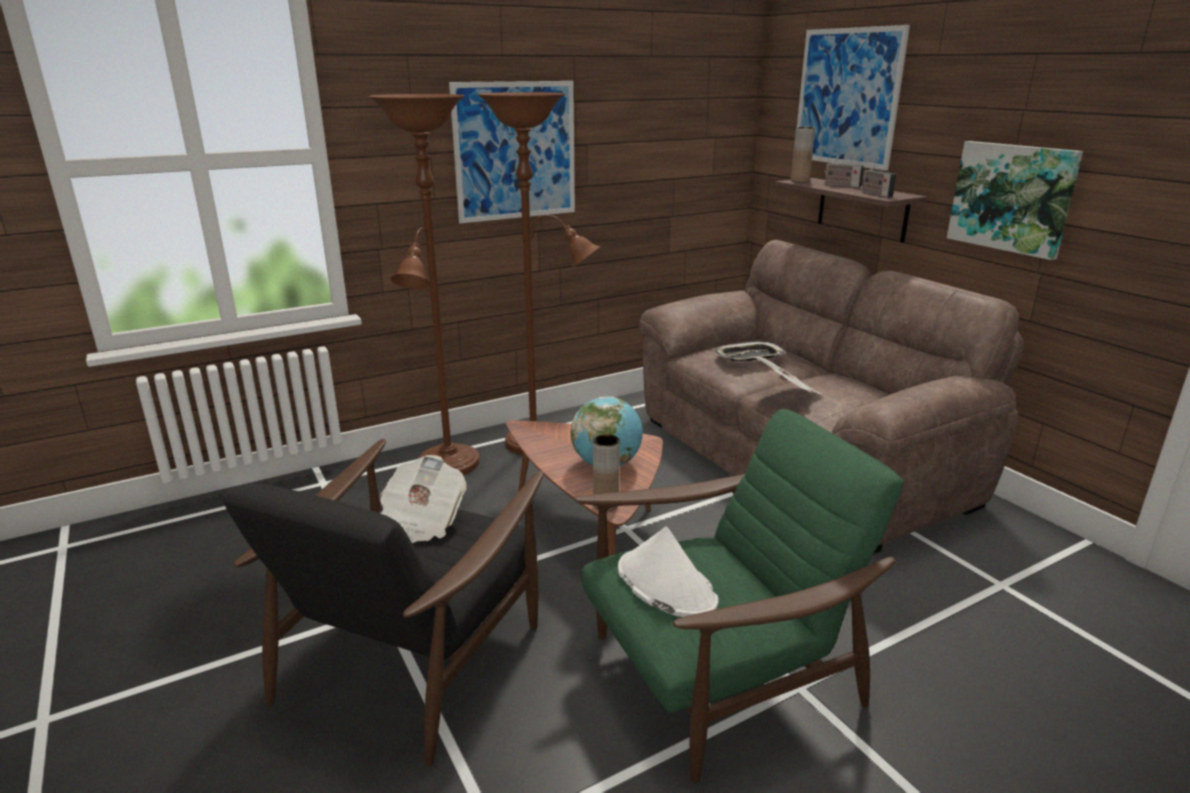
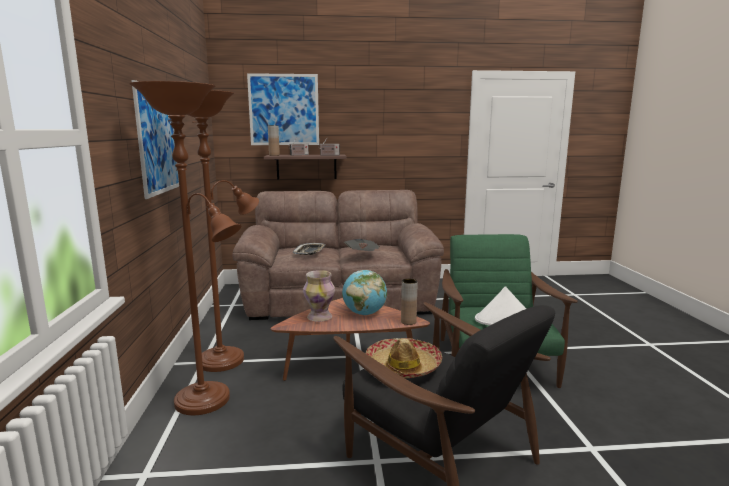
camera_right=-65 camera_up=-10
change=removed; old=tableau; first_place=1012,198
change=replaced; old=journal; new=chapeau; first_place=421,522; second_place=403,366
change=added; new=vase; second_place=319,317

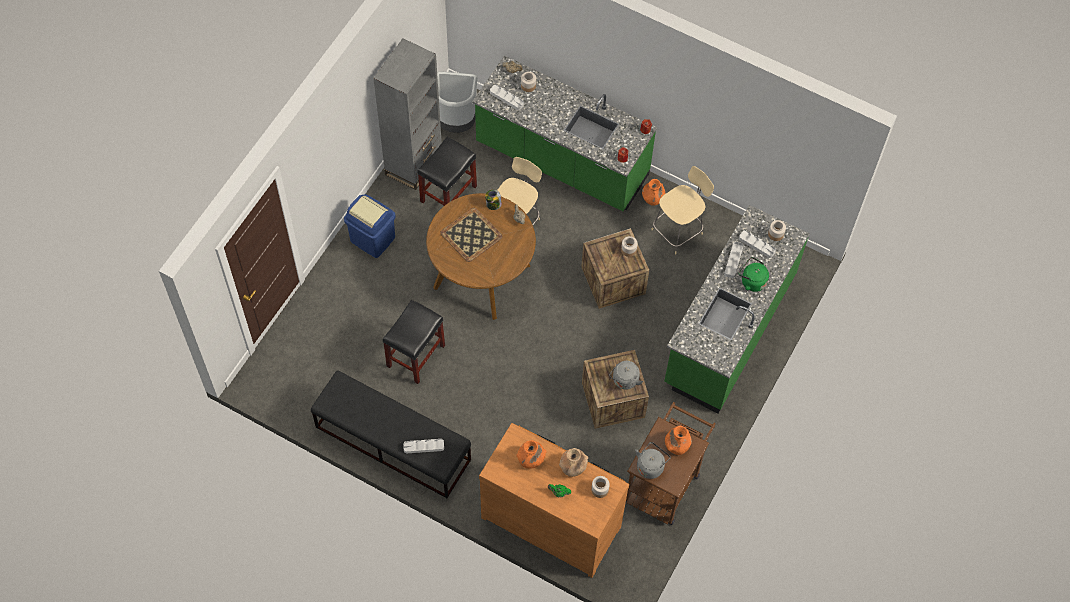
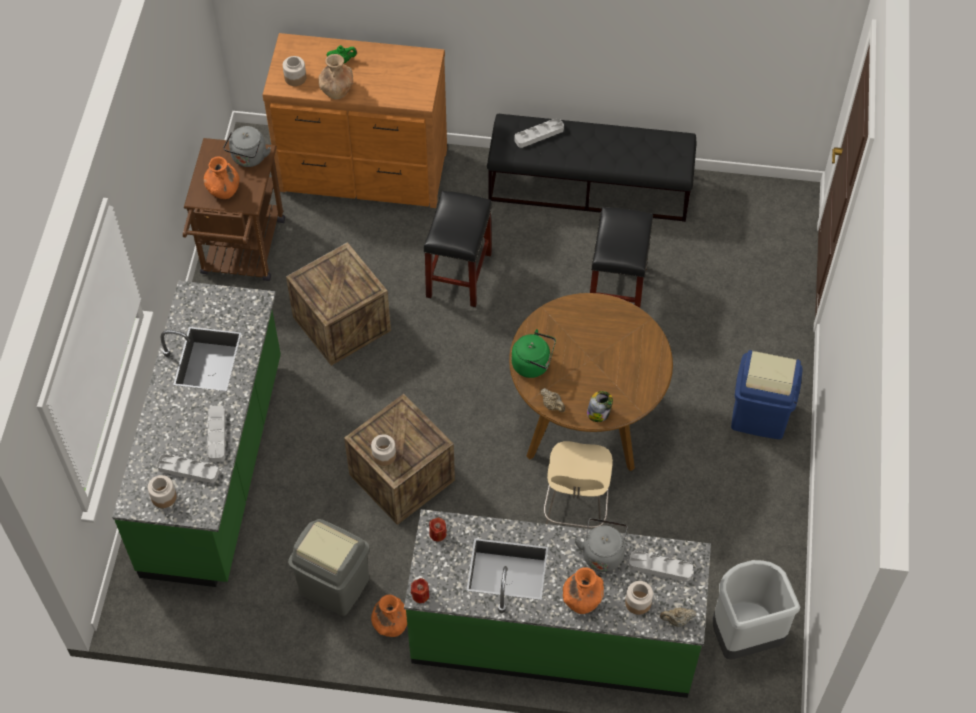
camera_right=160 camera_up=-5
change=removed; old=bibliothèque [gris]; first_place=414,163
change=moved; old=tabouret [noir]; first_place=448,193; second_place=459,275
change=replaced; old=chaise [beige]; new=poubelle [gris]; first_place=678,231; second_place=334,586
change=removed; old=plateau; first_place=471,235
change=moved; old=bouilloire [vert]; first_place=752,281; second_place=533,364
change=moved; old=bouilloire [gris]; first_place=624,381; second_place=602,553
change=moved; old=vase [orange]; first_place=531,459; second_place=582,599

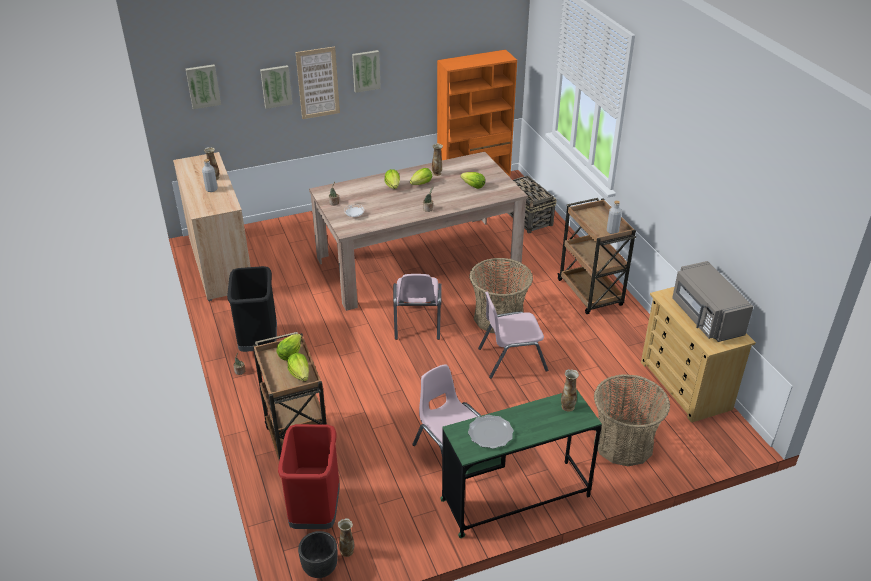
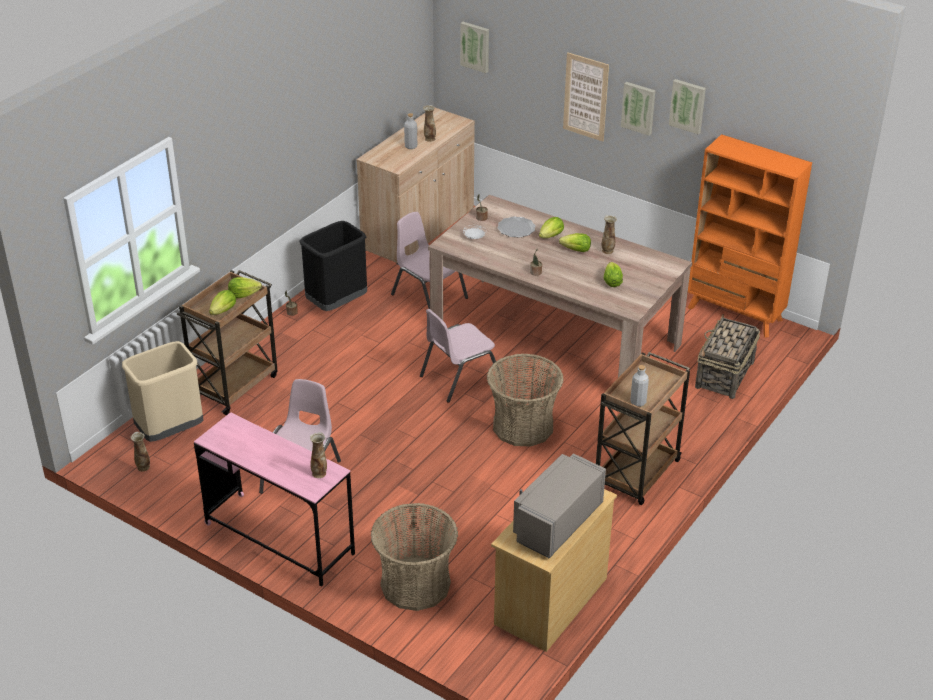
camera_right=55 camera_up=0
change=moved; old=tableau; first_place=276,86; second_place=688,105
change=moved; old=chaise [rose]; first_place=511,359; second_place=428,296
change=recoloured; old=bureau [vert]; new=bureau [rose]; first_place=515,498; second_place=279,539
change=moved; old=assiette; first_place=490,433; second_place=516,229
change=recoloured; old=poubelle [rouge]; new=poubelle [beige]; first_place=315,512; second_place=170,431
change=removed; old=cache-pot [noir]; first_place=320,569

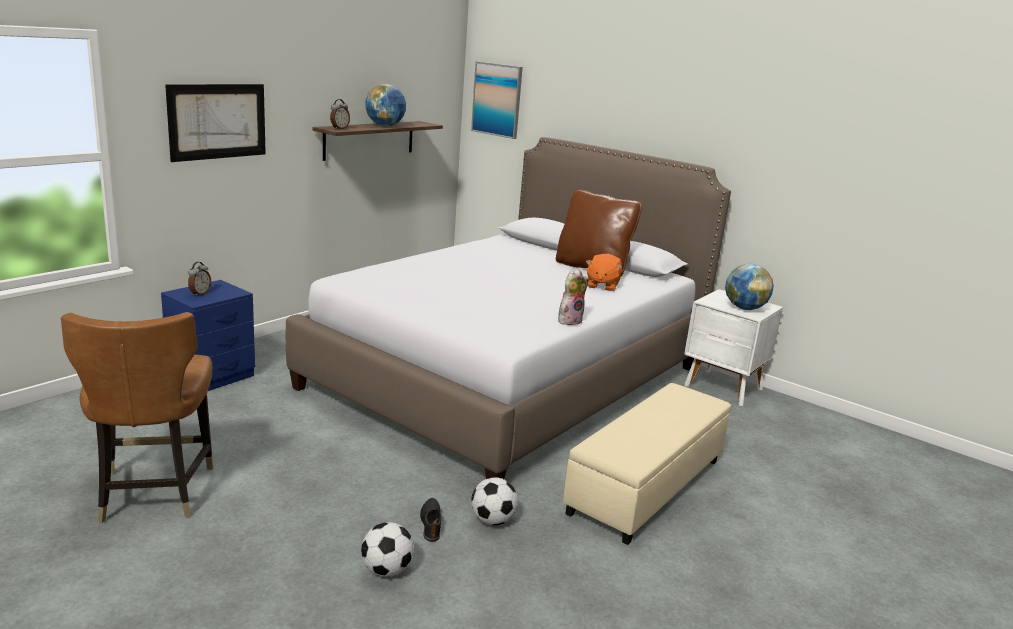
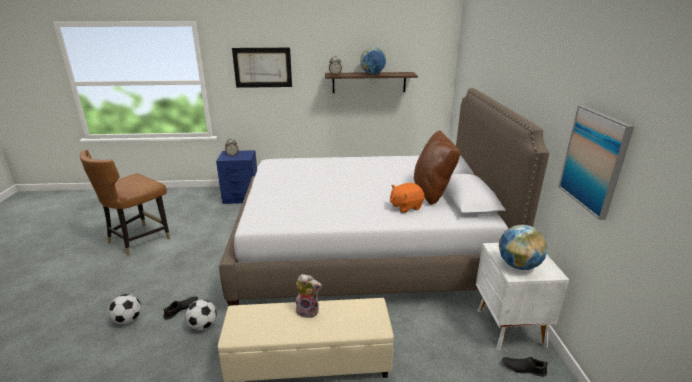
camera_right=50 camera_up=5
change=moved; old=tableau; first_place=497,100; second_place=594,160
change=moved; old=peluche; first_place=569,320; second_place=308,311
change=added; new=chaussure [noir]; second_place=523,368

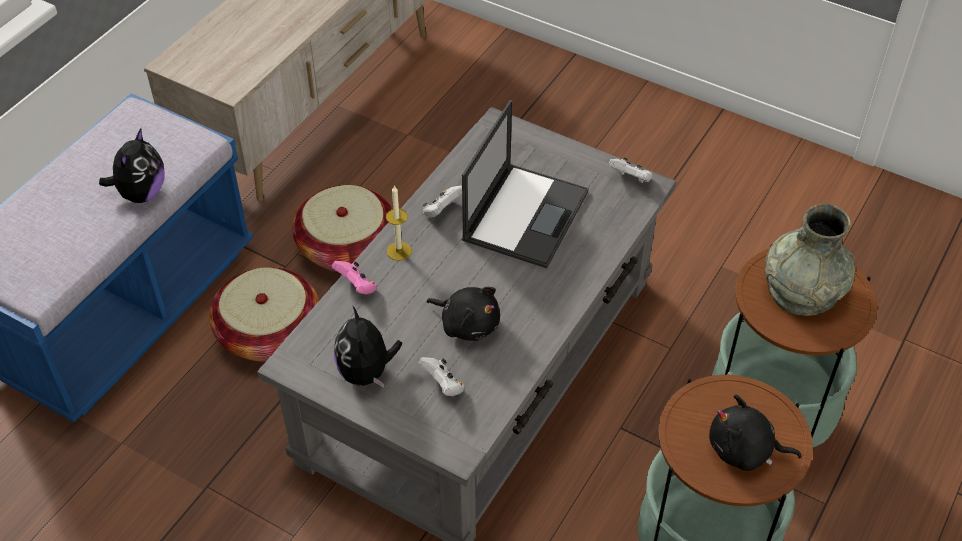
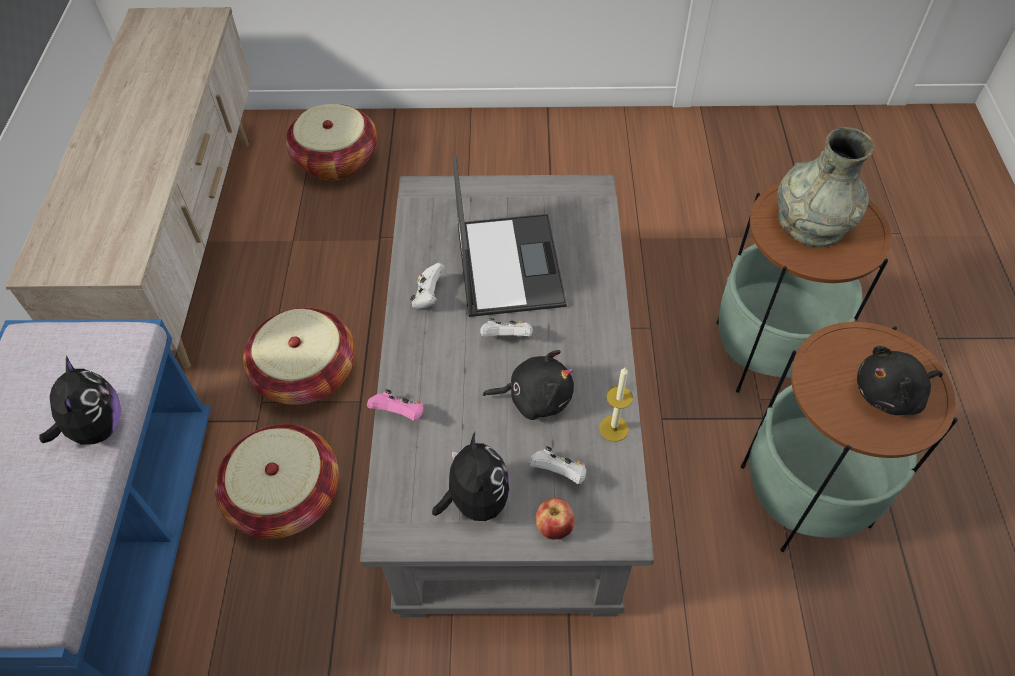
camera_right=-30 camera_up=5
change=moved; old=manette [blanc]; first_place=631,179; second_place=506,338
change=moved; old=bougie; first_place=399,251; second_place=614,428
change=turned; old=peluche; first_place=367,372; second_place=475,500; degrees=-150
change=added; new=panier; second_place=336,160
change=added; new=pomme; second_place=554,527

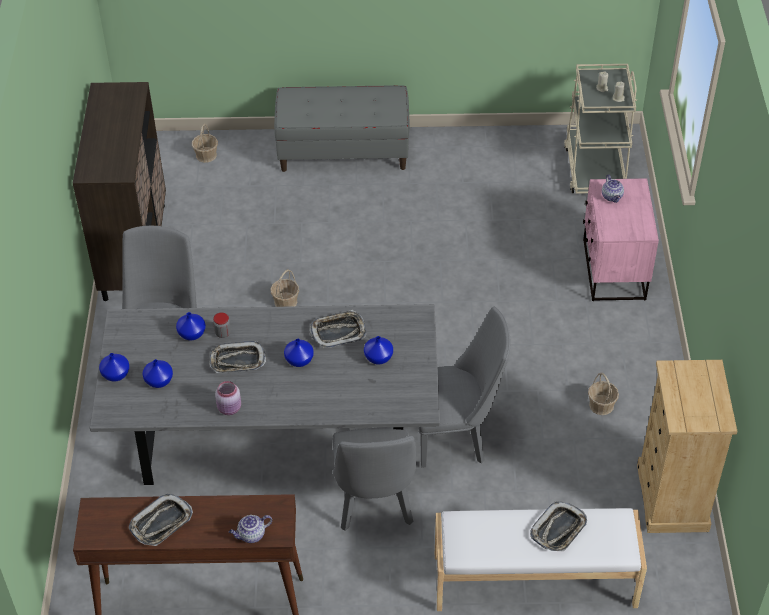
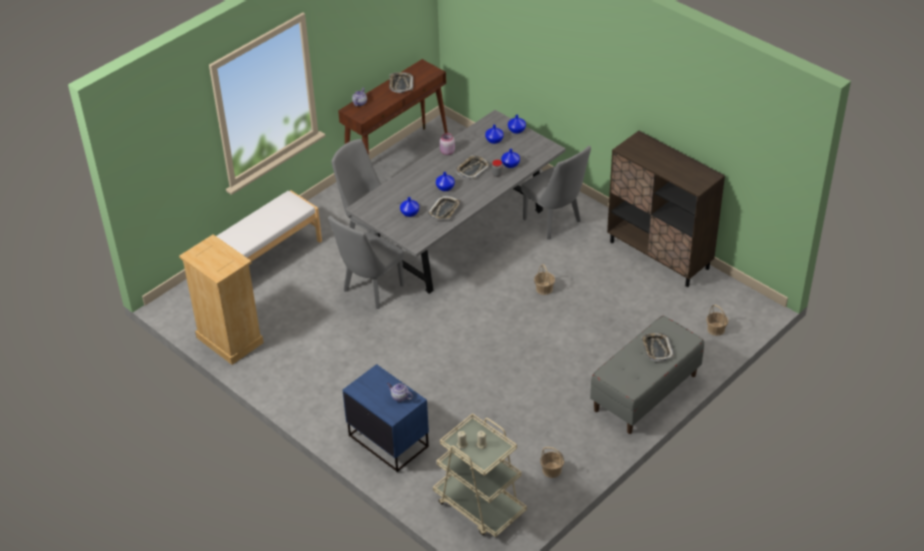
camera_right=135 camera_up=-5
change=recoloured; old=table de chevet [rose]; new=table de chevet [bleu]; first_place=613,270; second_place=388,440
change=moved; old=panier; first_place=601,405; second_place=552,470
change=moved; old=plateau; first_place=558,530; second_place=657,349

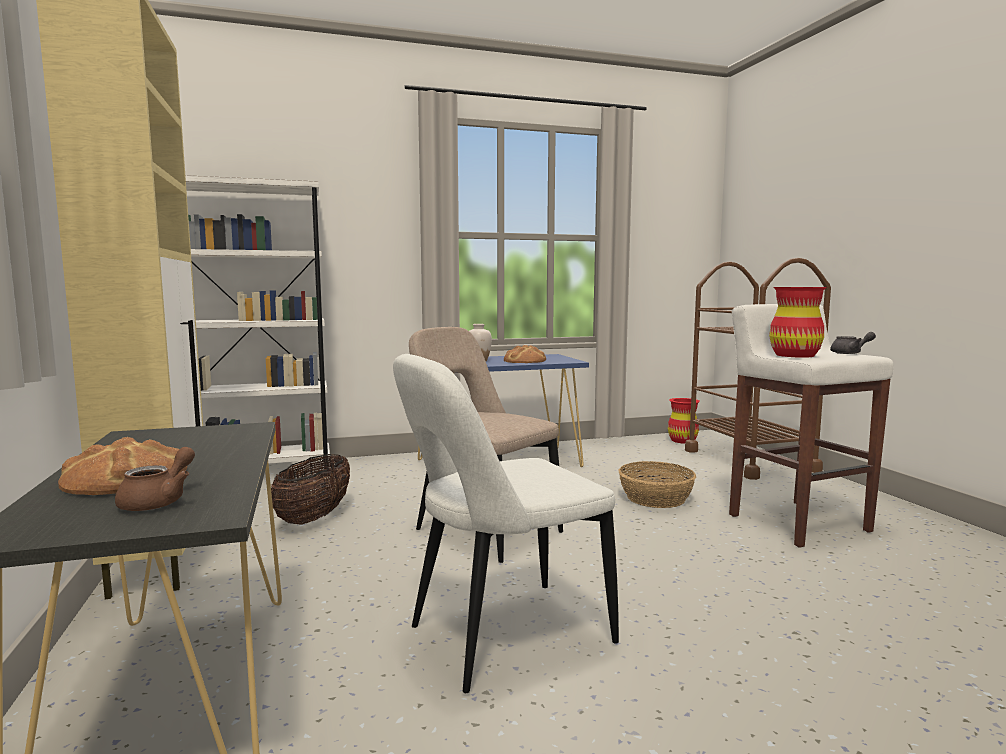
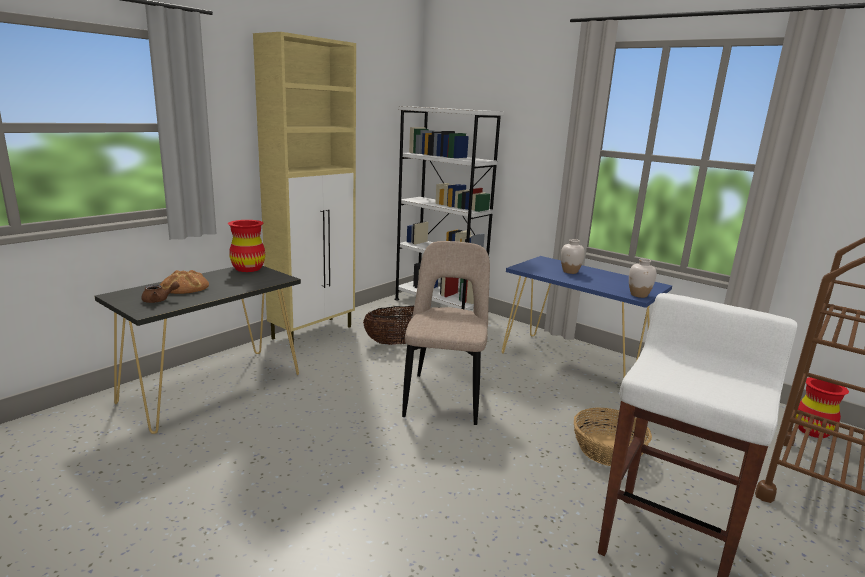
camera_right=55 camera_up=10
change=moved; old=vase [rouge]; first_place=795,355; second_place=248,268
change=removed; old=théière [gris]; first_place=850,353
change=removed; old=pain; first_place=525,361
change=removed; old=chaise [blanc]; first_place=502,637
change=added; new=vase [blanc]; second_place=639,295

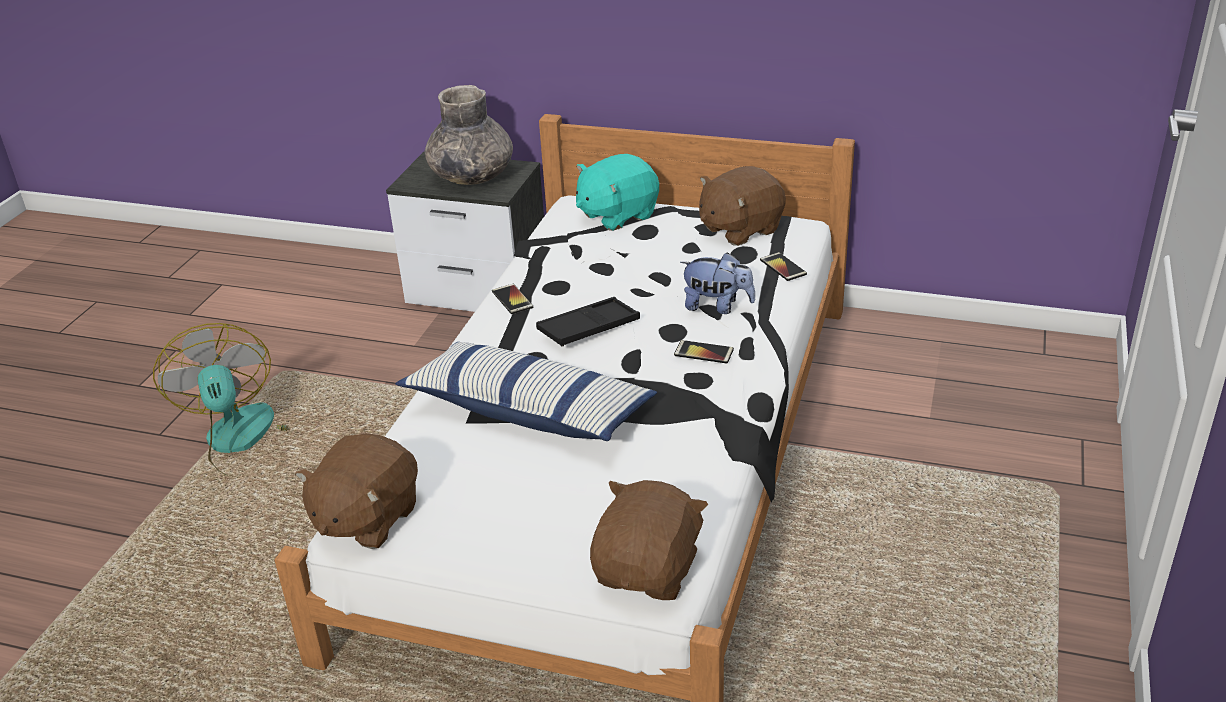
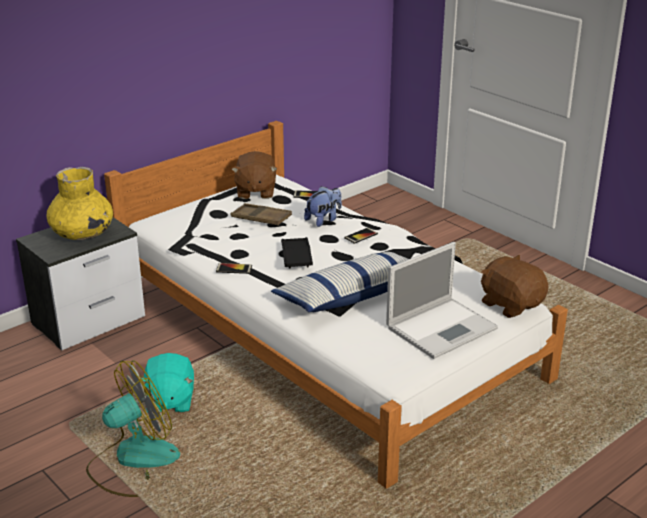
camera_right=-60 camera_up=-5
change=recoloured; old=vase [gris]; new=vase [jaune]; first_place=471,176; second_place=82,233
change=moved; old=peluche [turquoise]; first_place=617,215; second_place=169,401
change=turned; old=ventilateur; first_place=245,442; second_place=133,460; degrees=135
change=removed; old=peluche [marron]; first_place=366,519
change=added; new=plateau [marron]; second_place=261,218
change=added; new=ordinateur portable; second_place=442,327

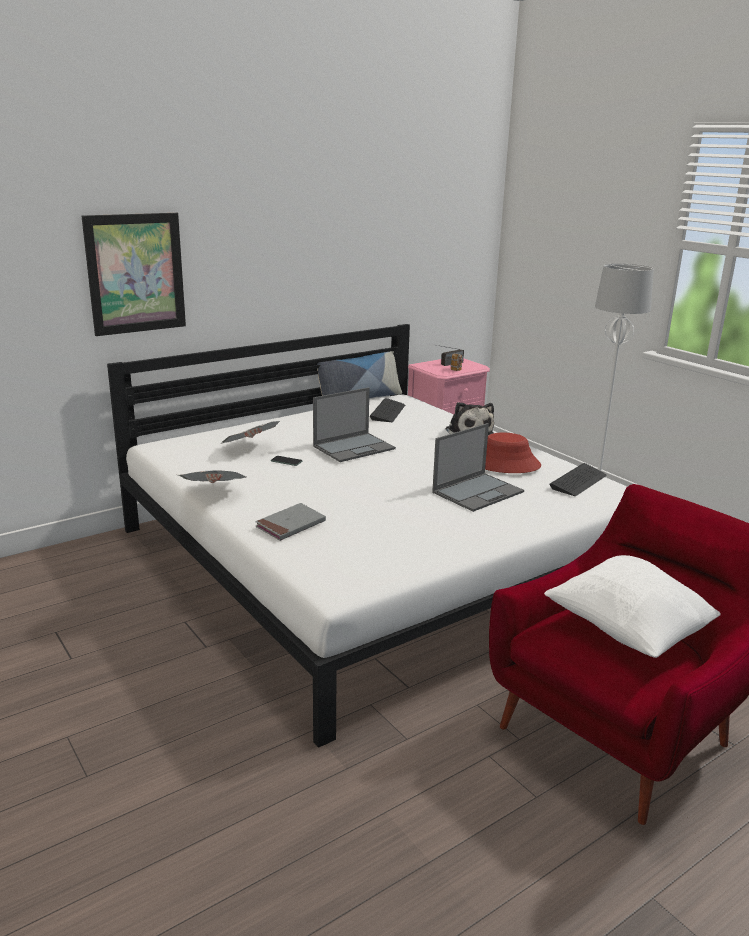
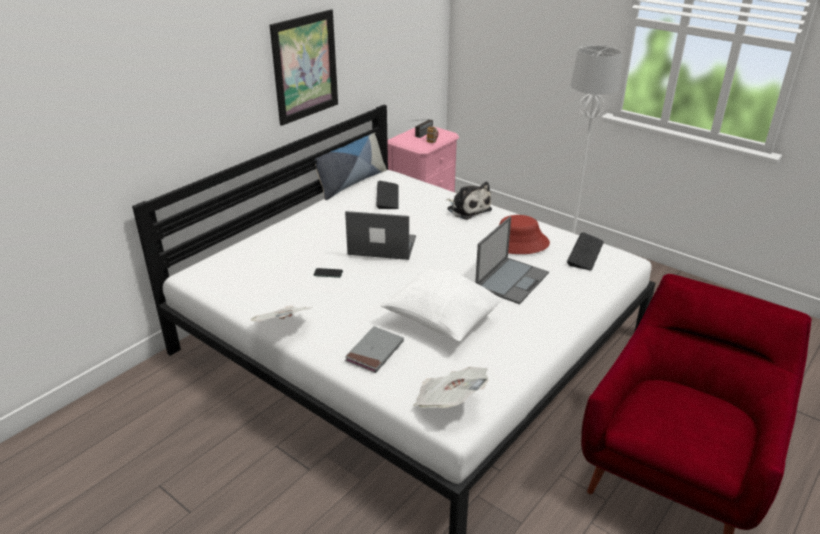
camera_right=-15 camera_up=10
change=moved; old=tableau; first_place=136,273; second_place=305,67
change=turned; old=ordinateur portable; first_place=354,447; second_place=381,245; degrees=-120
change=moved; old=journal; first_place=250,447; second_place=449,402
change=moved; old=coussin [blanc]; first_place=626,631; second_place=441,321

